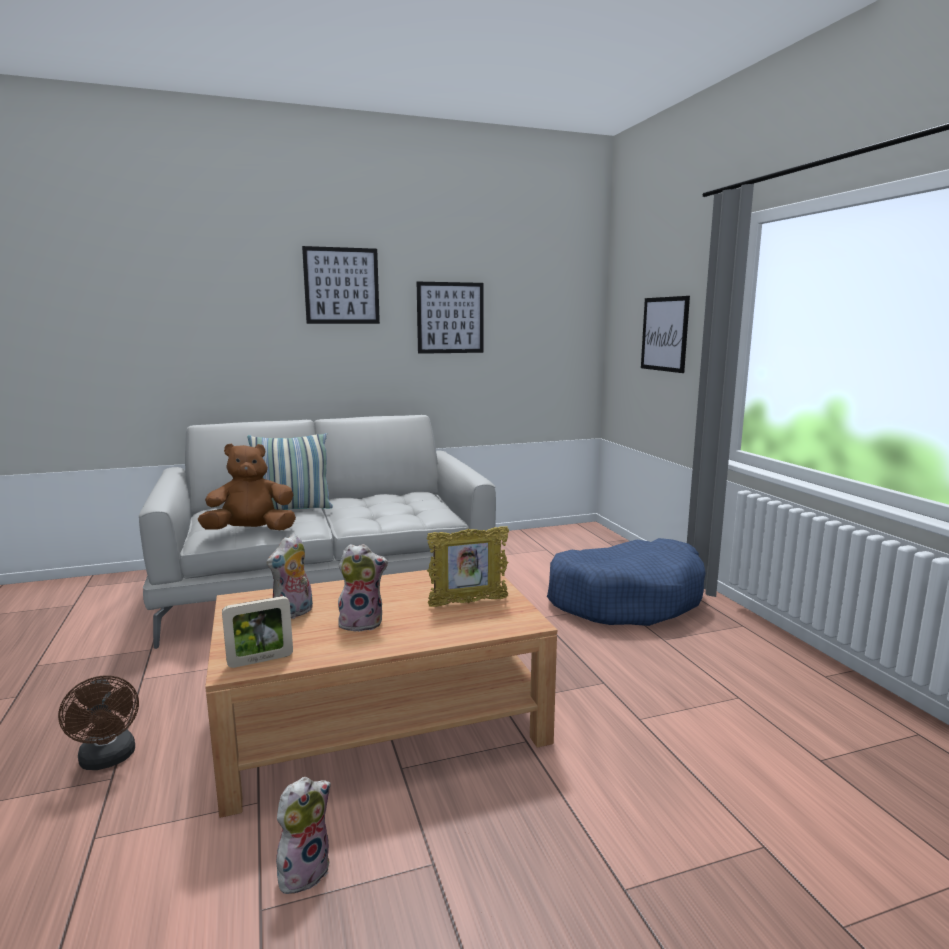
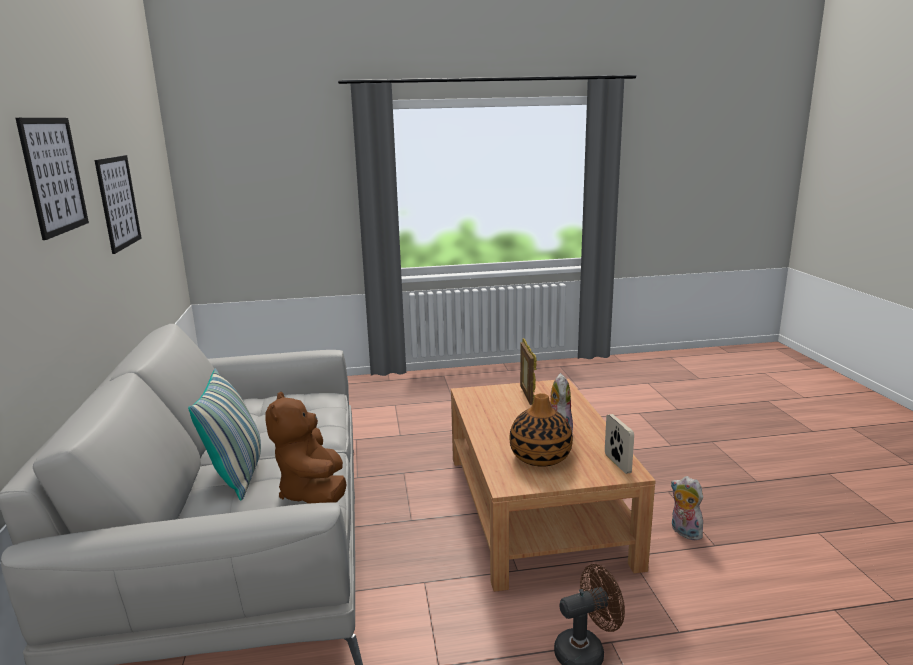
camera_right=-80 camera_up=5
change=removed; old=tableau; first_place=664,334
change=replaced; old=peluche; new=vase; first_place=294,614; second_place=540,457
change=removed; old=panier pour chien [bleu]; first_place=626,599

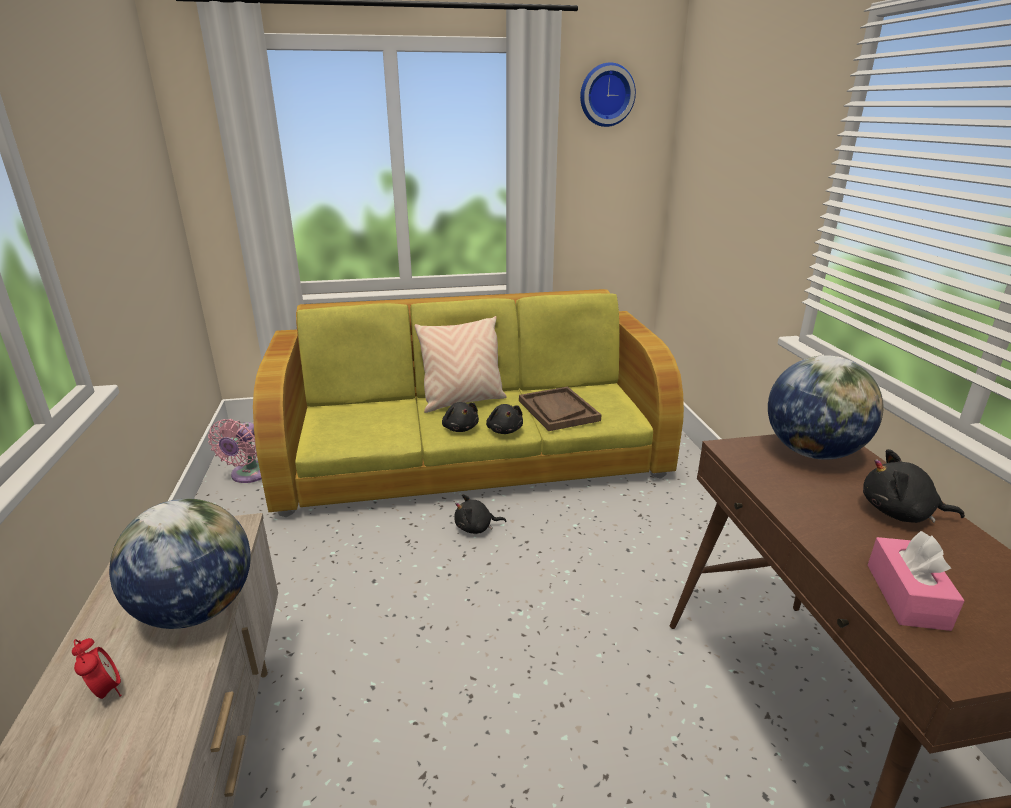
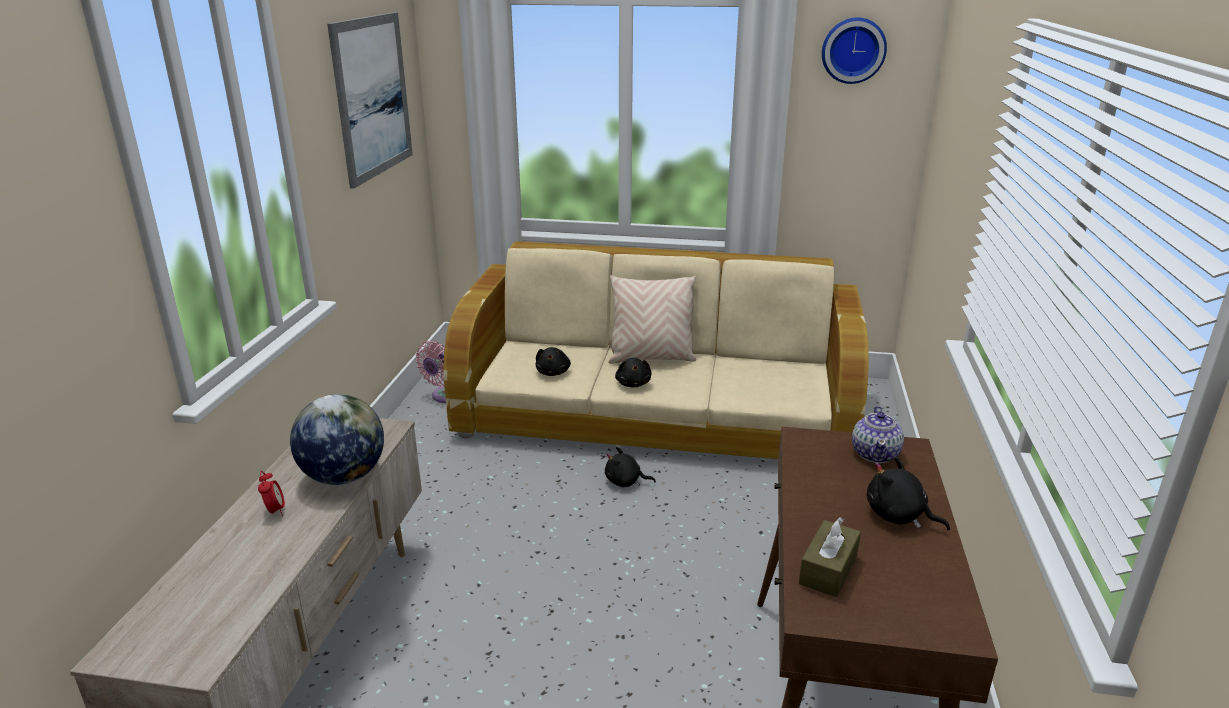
camera_right=20 camera_up=0
change=recoloured; old=canapé [vert]; new=canapé [beige]; first_place=472,455; second_place=657,414
change=replaced; old=globe; new=théière; first_place=812,452; second_place=875,454
change=removed; old=plateau [marron]; first_place=558,410
change=moved; old=peluche [noir]; first_place=504,430; second_place=553,372
change=recoloured; old=boîte à mouchoirs [rose]; new=boîte à mouchoirs [marron]; first_place=906,596; second_place=828,570
change=added; new=tableau; second_place=372,96

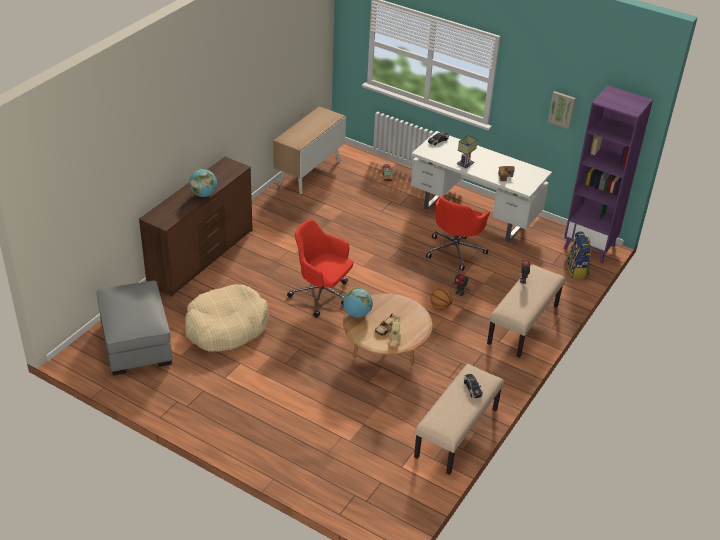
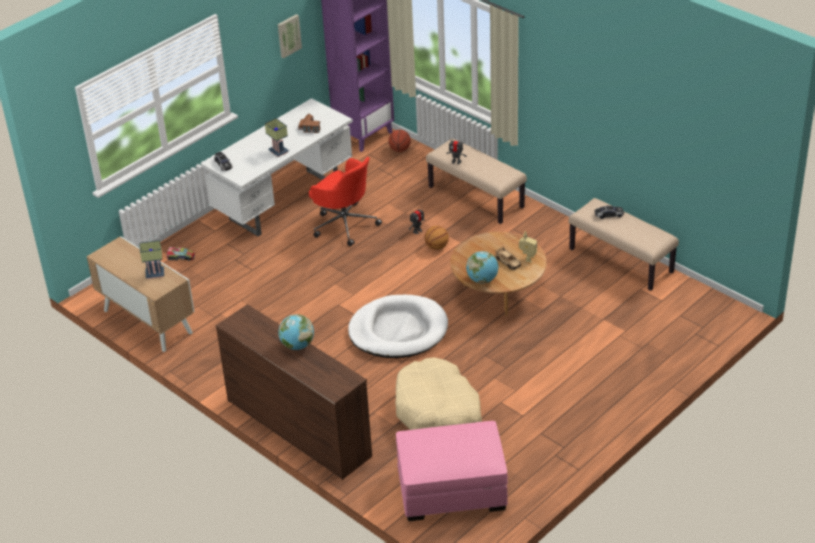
camera_right=-75 camera_up=0
change=replaced; old=chaise de bureau [rouge]; new=panier pour chien [blanc]; first_place=322,295; second_place=398,331
change=replaced; old=sac à dos; new=ballon de basket; first_place=577,270; second_place=400,149
change=recoloured; old=pouf [gris]; new=pouf [rose]; first_place=136,342; second_place=451,489
change=added; new=lampe de table; second_place=154,274

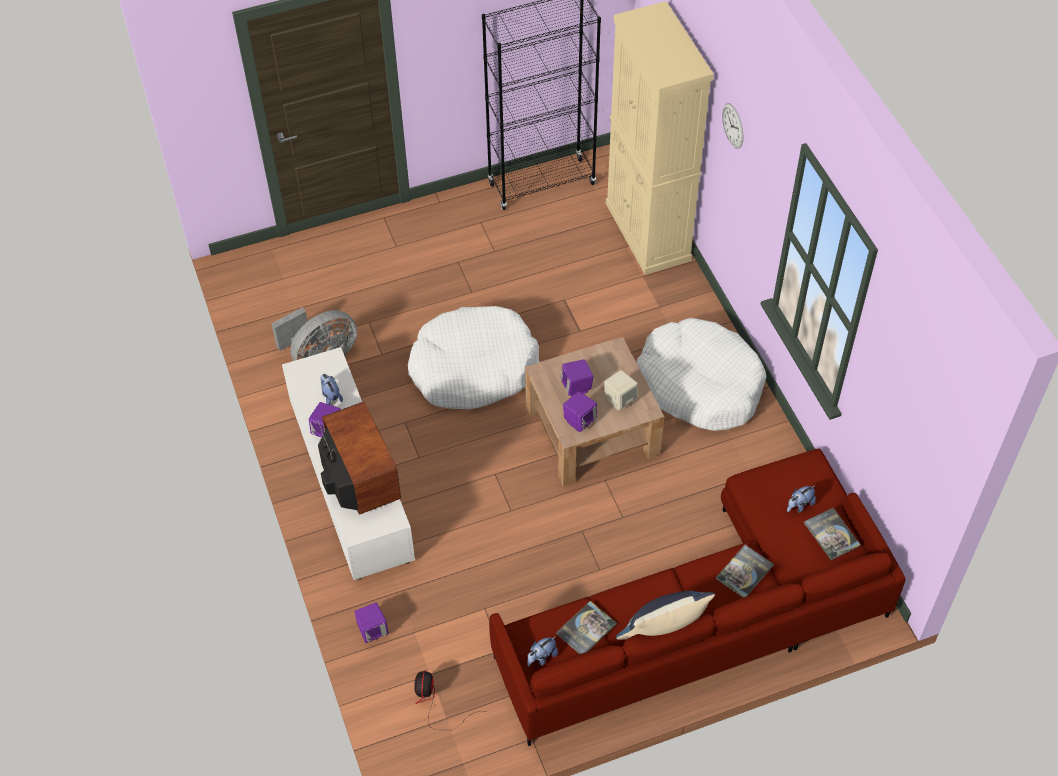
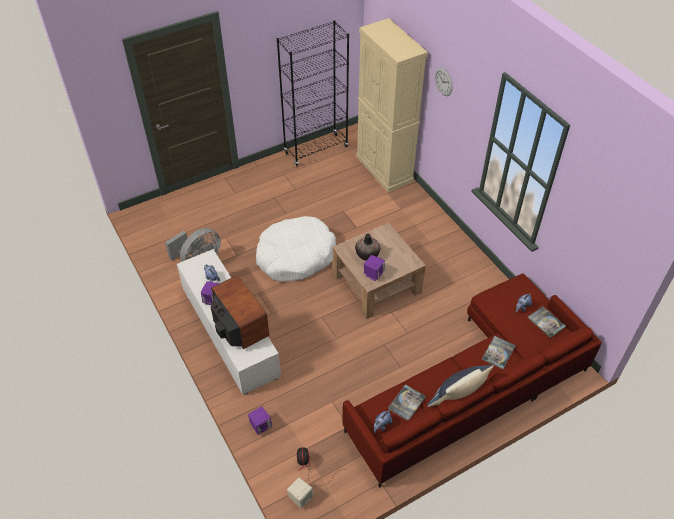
camera_right=-10 camera_up=-5
change=removed; old=panier pour chien [blanc]; first_place=700,384
change=replaced; old=enceinte [violet]; new=vase; first_place=576,387; second_place=367,255
change=moved; old=enceinte [beige]; first_place=620,399; second_place=300,497

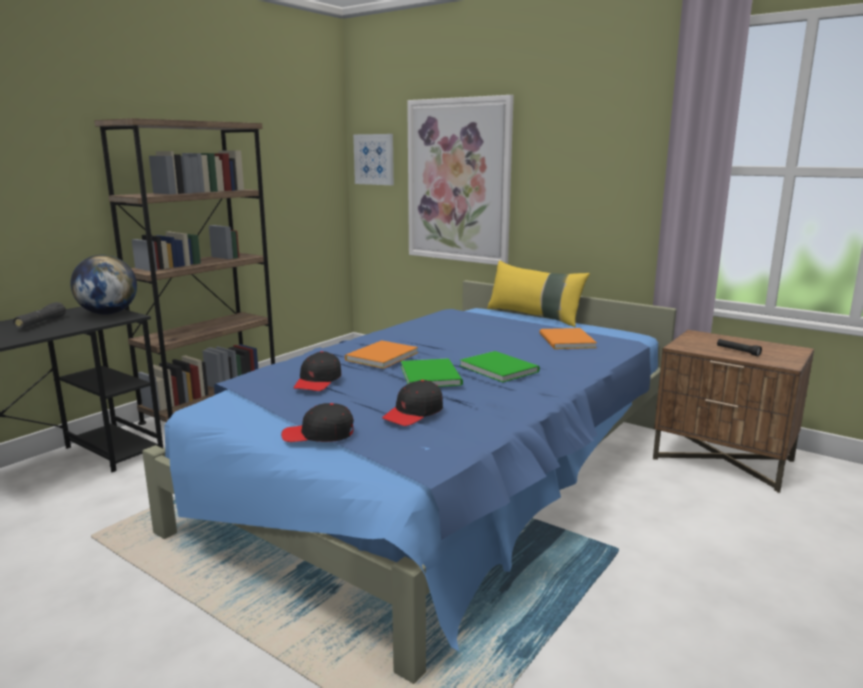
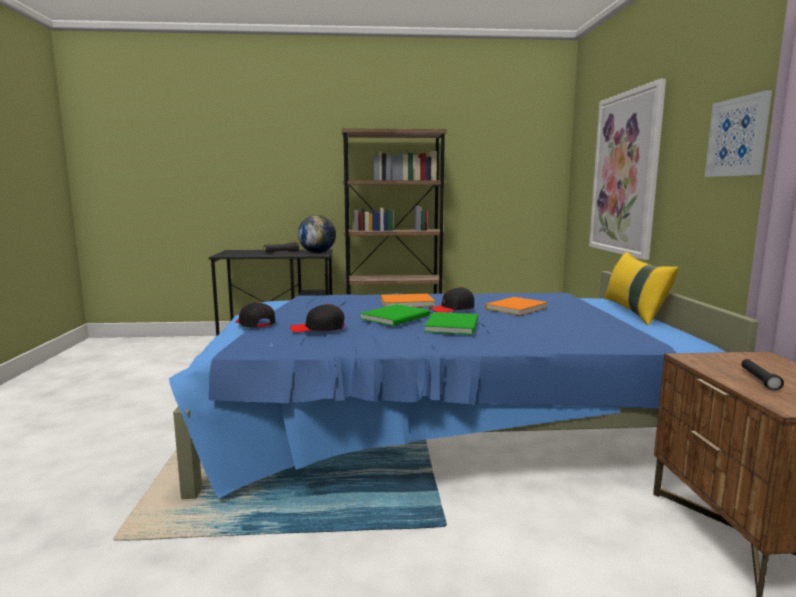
camera_right=50 camera_up=-5
change=moved; old=tableau; first_place=374,159; second_place=738,137
change=moved; old=livre [orange]; first_place=566,341; second_place=514,308
change=moved; old=casquette [noir]; first_place=318,381; second_place=452,309

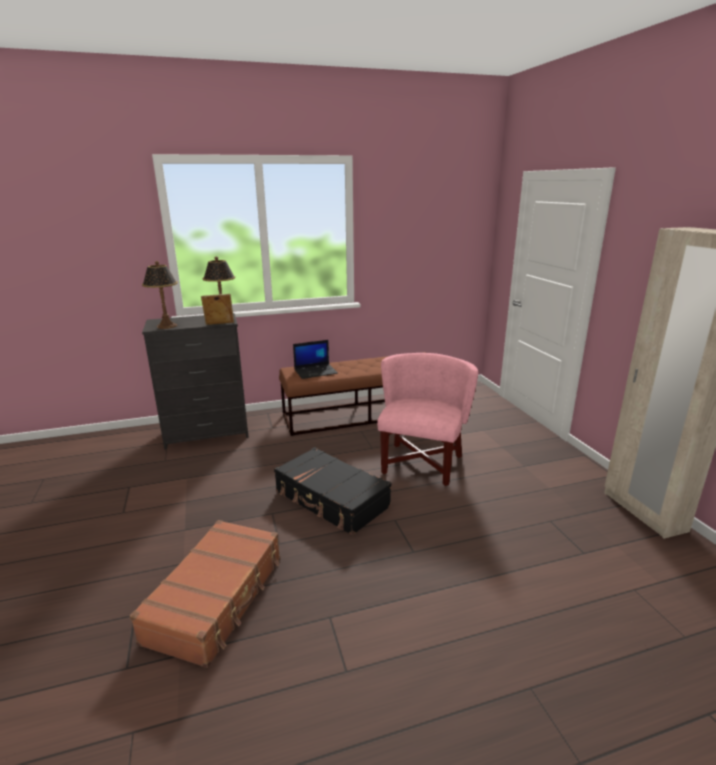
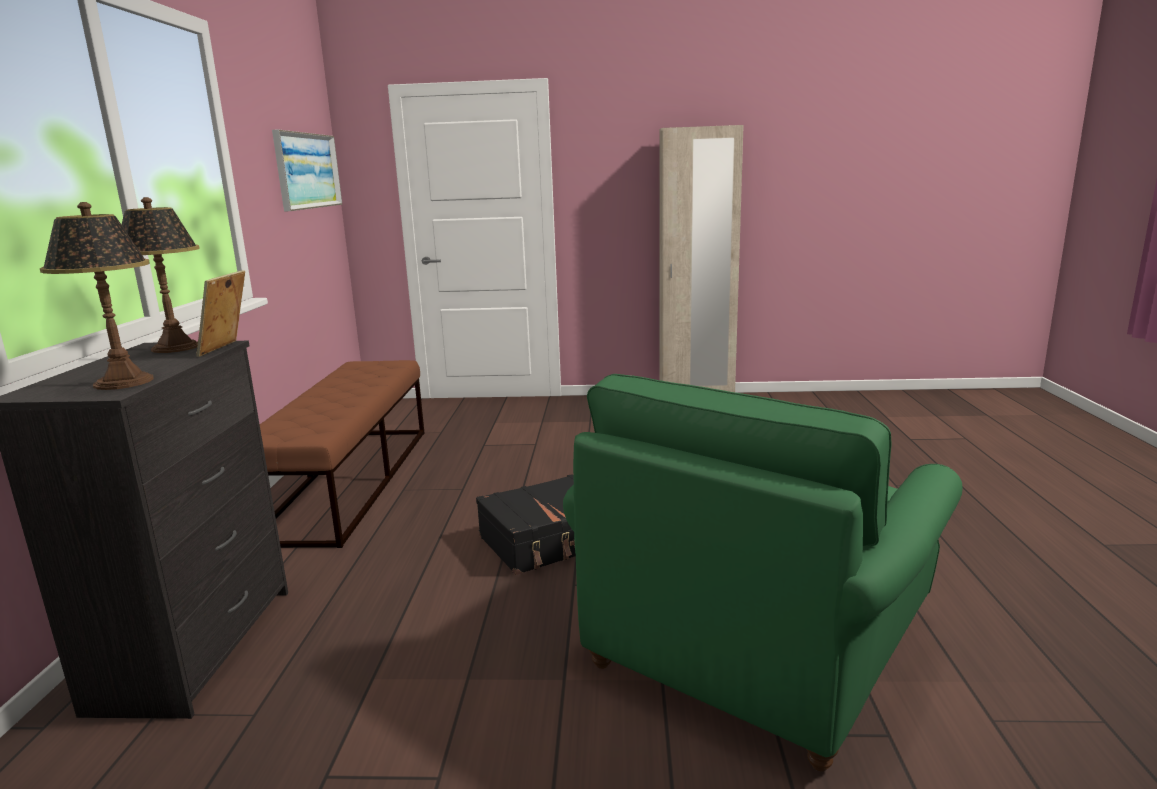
camera_right=-70 camera_up=-5
change=removed; old=ordinateur portable; first_place=316,371
change=removed; old=fauteuil [rose]; first_place=421,463
change=replaced; old=valise [marron]; new=fauteuil [vert]; first_place=217,598; second_place=757,644
change=added; new=tableau; second_place=307,171

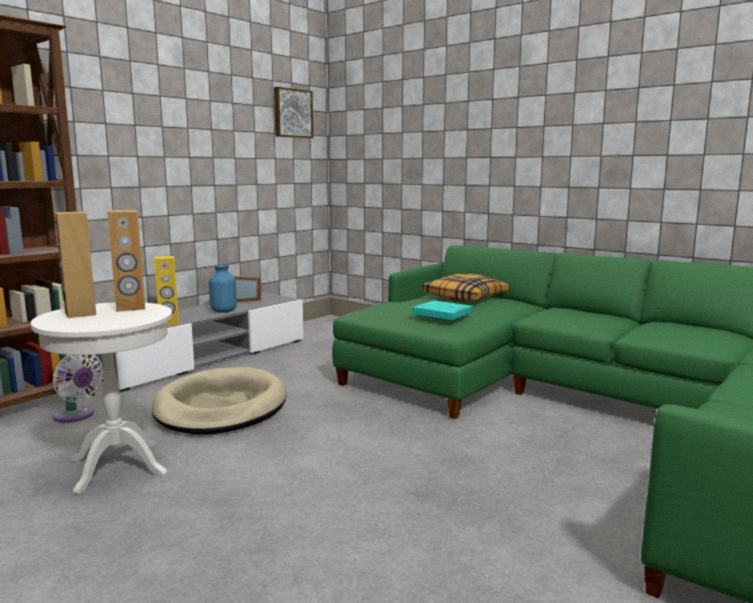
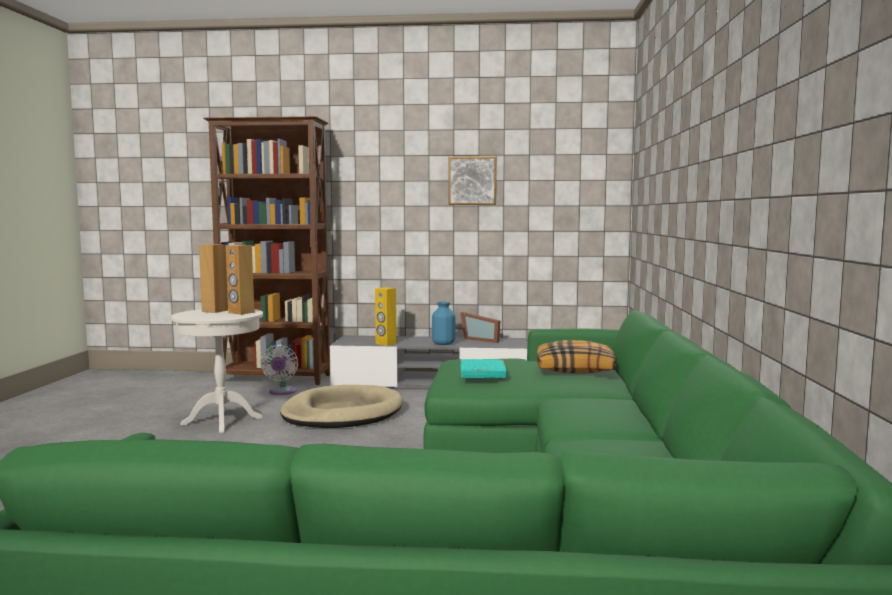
camera_right=55 camera_up=-5
change=moved; old=tableau; first_place=292,113; second_place=472,181

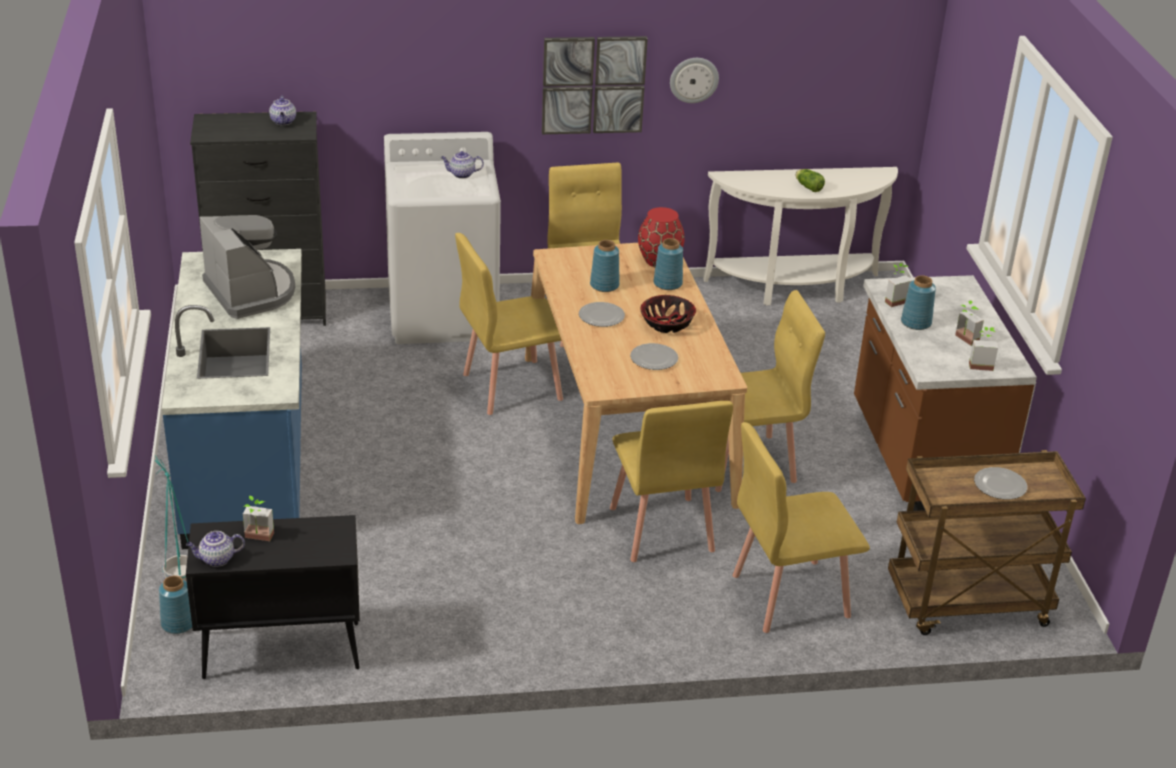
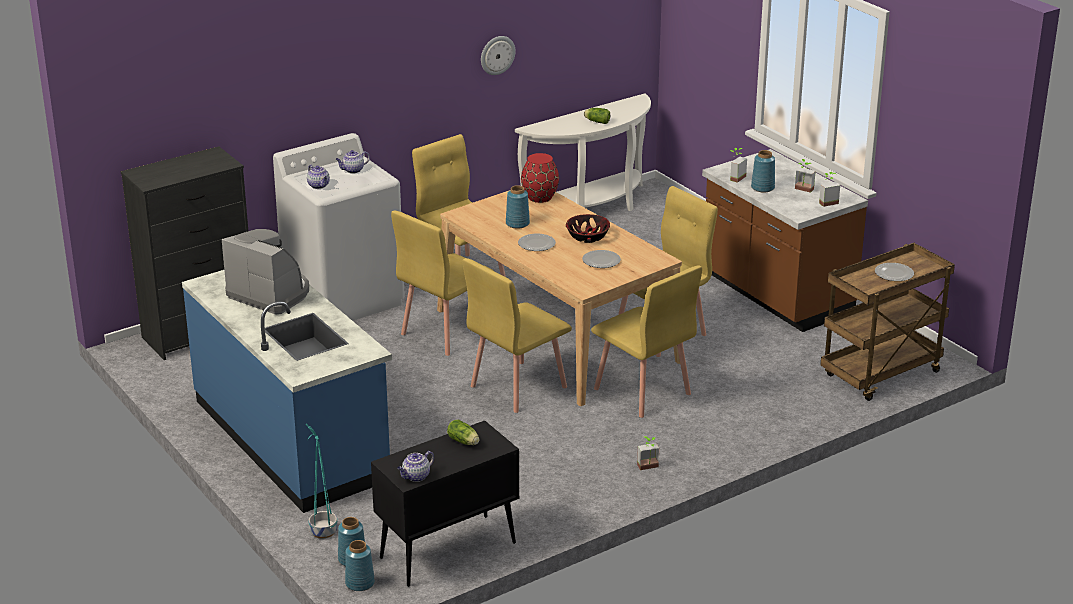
camera_right=-25 camera_up=-5
change=removed; old=tableau; first_place=593,84
change=moved; old=théière; first_place=283,122; second_place=319,186
change=moved; old=vase [bleu]; first_place=667,284; second_place=359,583
change=moved; old=chaise [jaune]; first_place=789,595; second_place=517,386
change=moved; old=plante en pot; first_place=257,539; second_place=649,468
change=added; new=laitue; second_place=464,442

